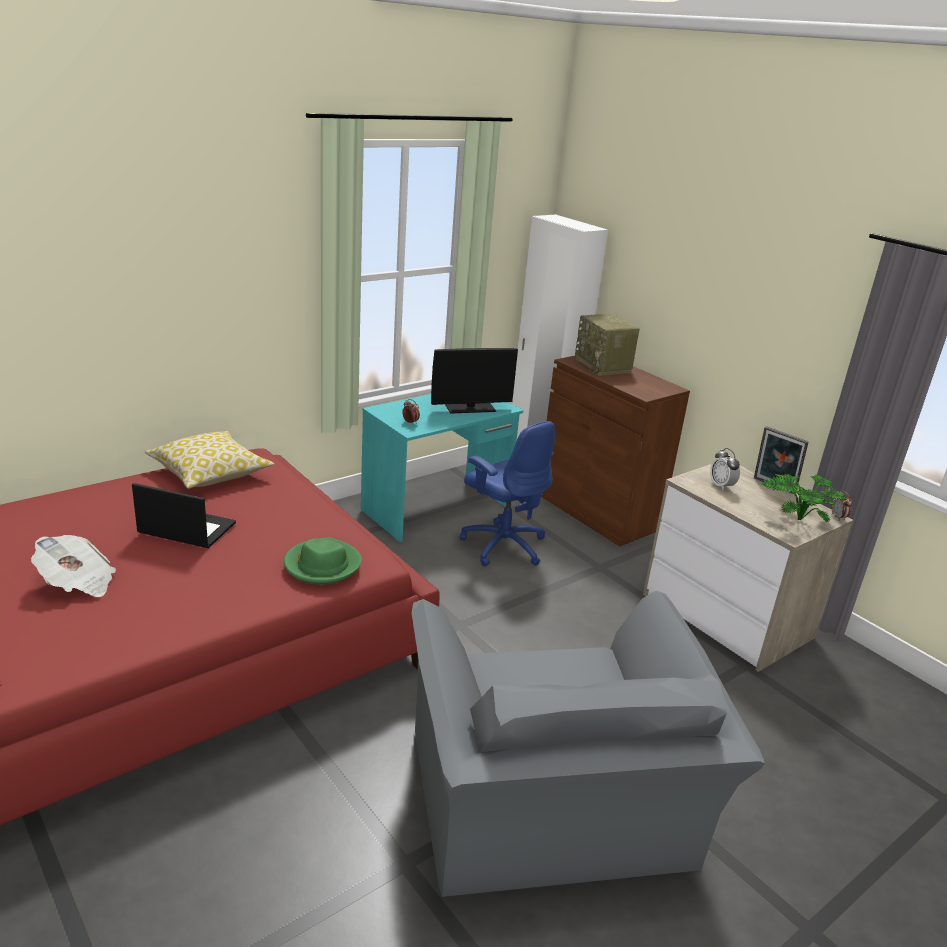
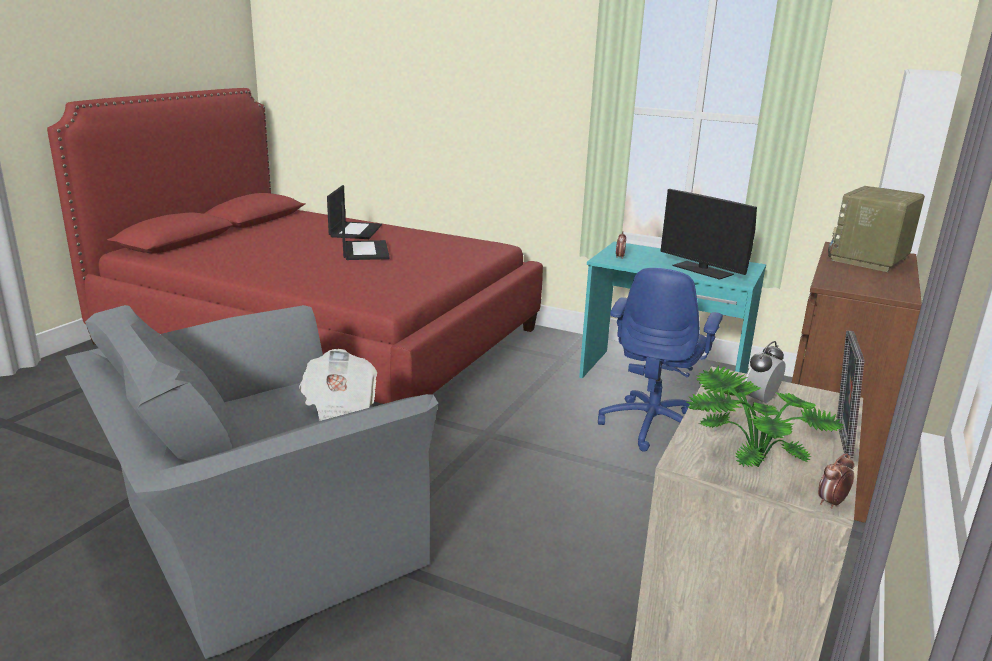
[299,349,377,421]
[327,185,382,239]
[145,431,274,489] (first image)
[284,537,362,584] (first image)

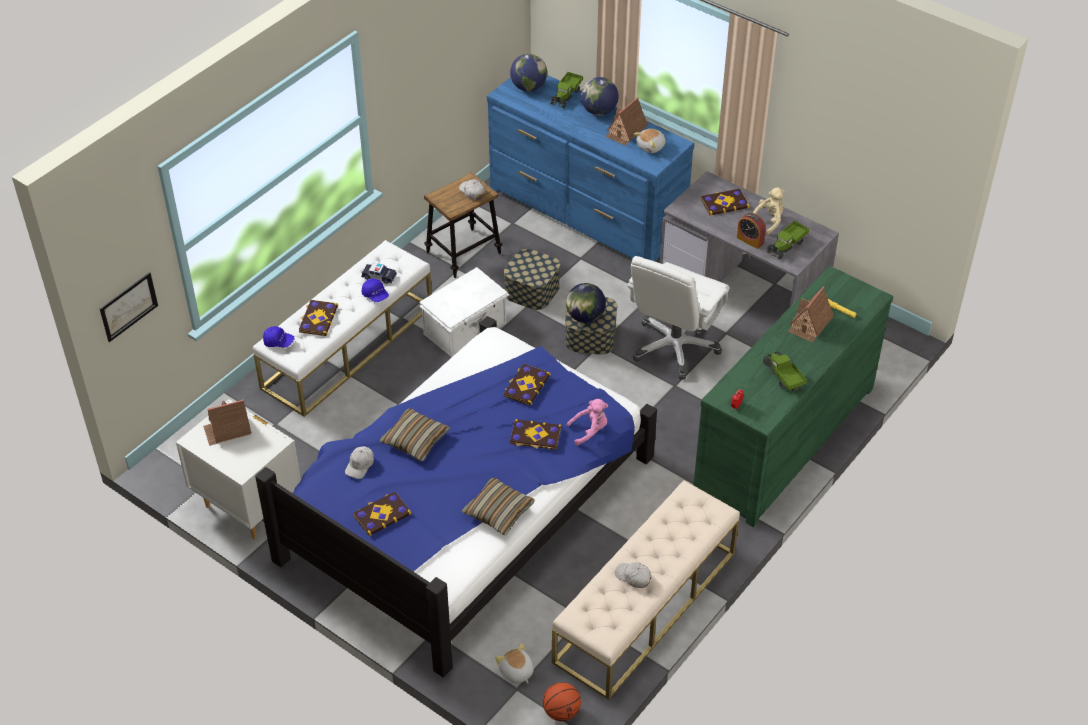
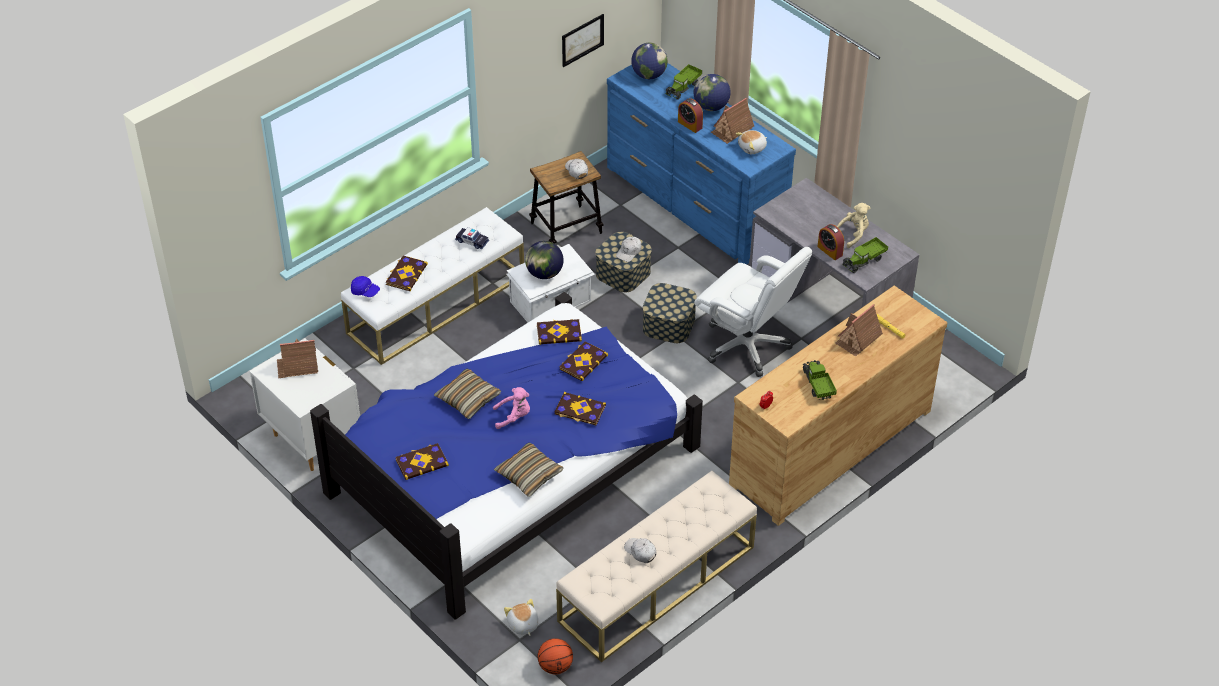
[493,387,530,429]
[525,241,564,279]
[537,319,582,345]
[562,14,604,67]
[616,237,641,262]
[678,98,703,133]
[694,247,812,377]
[729,285,947,526]
[362,279,389,302] (first image)

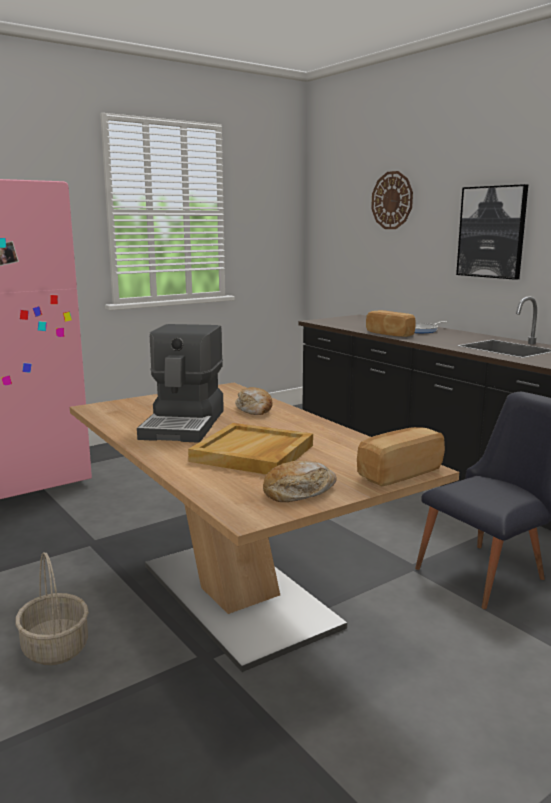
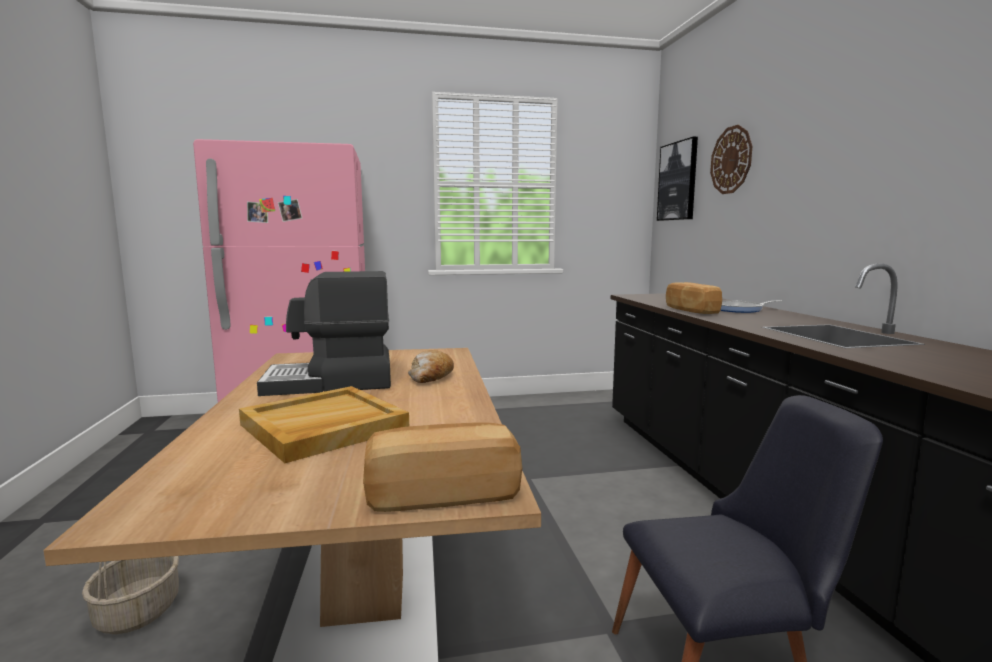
[257,271,391,396]
[657,137,698,221]
[263,461,337,502] (first image)

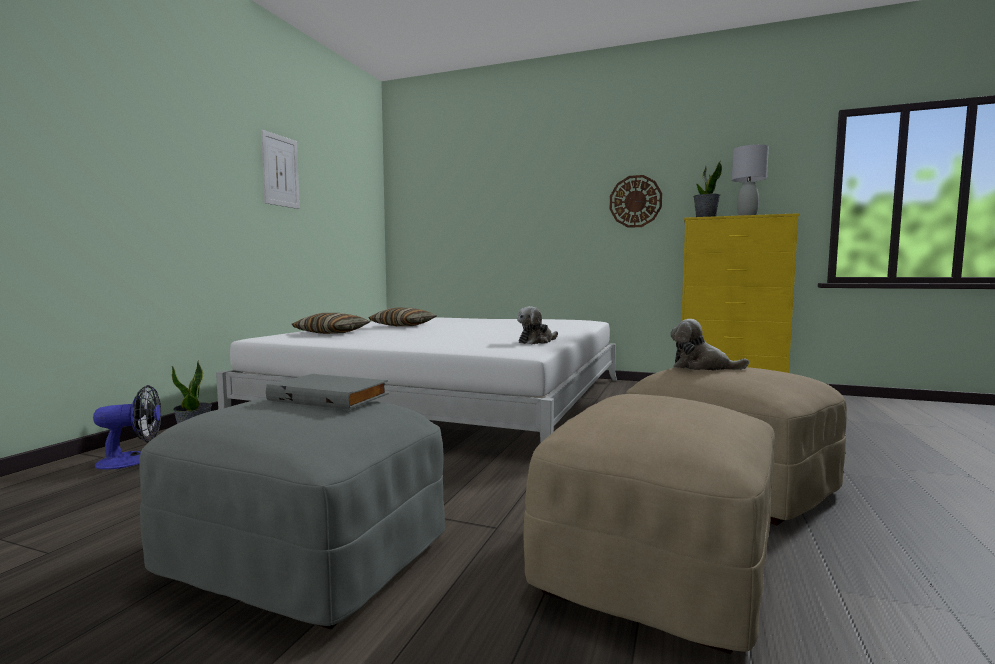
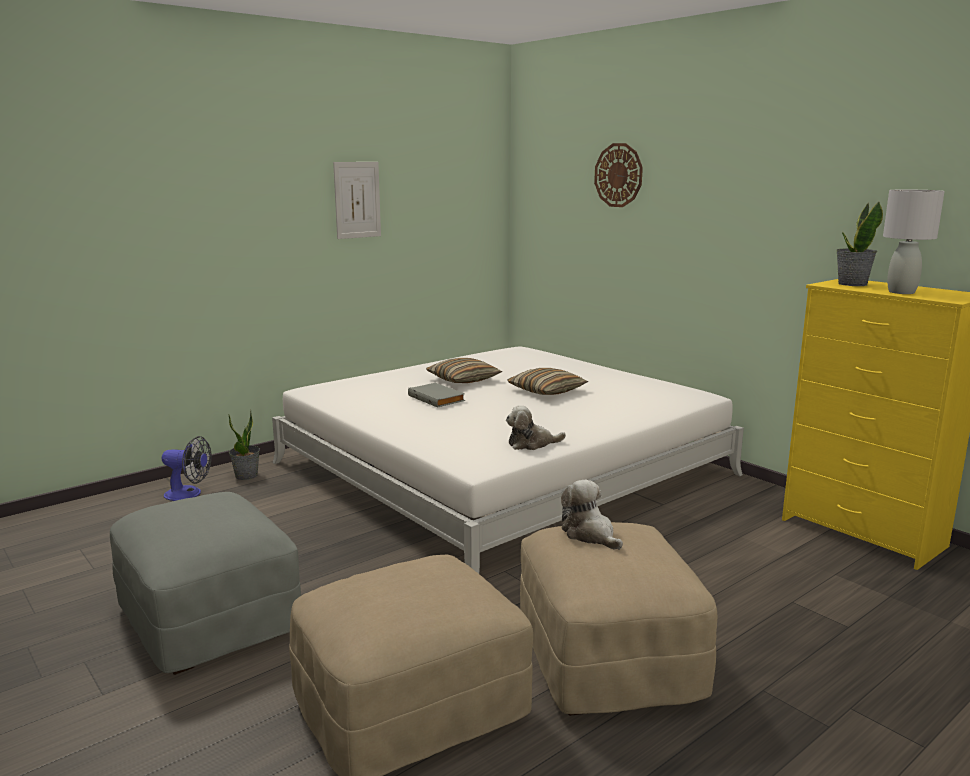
[408,383,465,408]
[507,368,588,395]
[594,143,643,207]

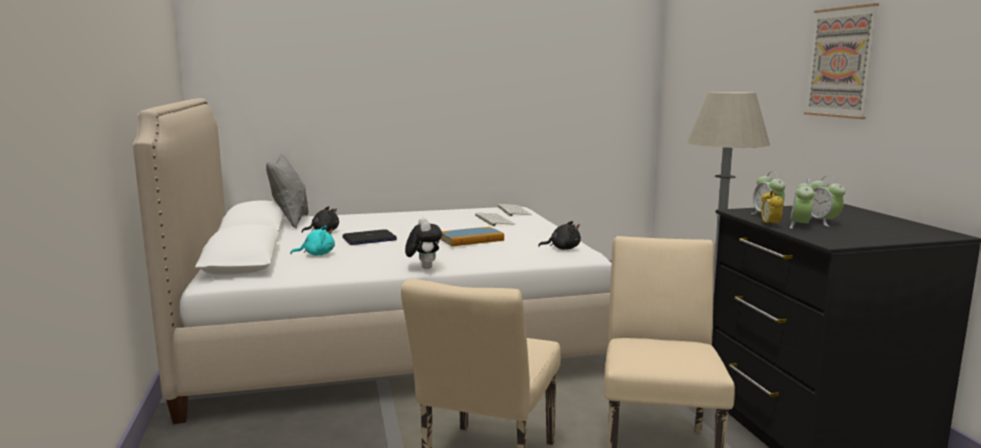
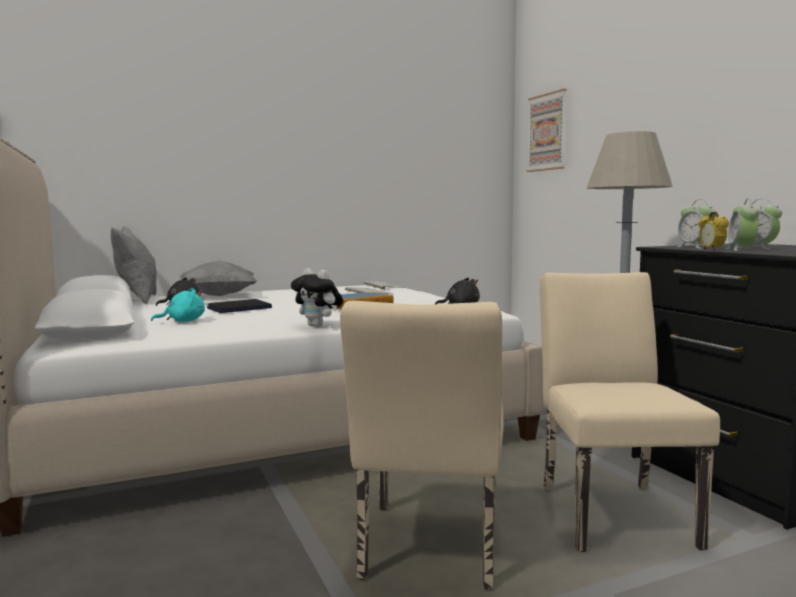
[178,260,257,296]
[291,268,343,327]
[527,89,566,172]

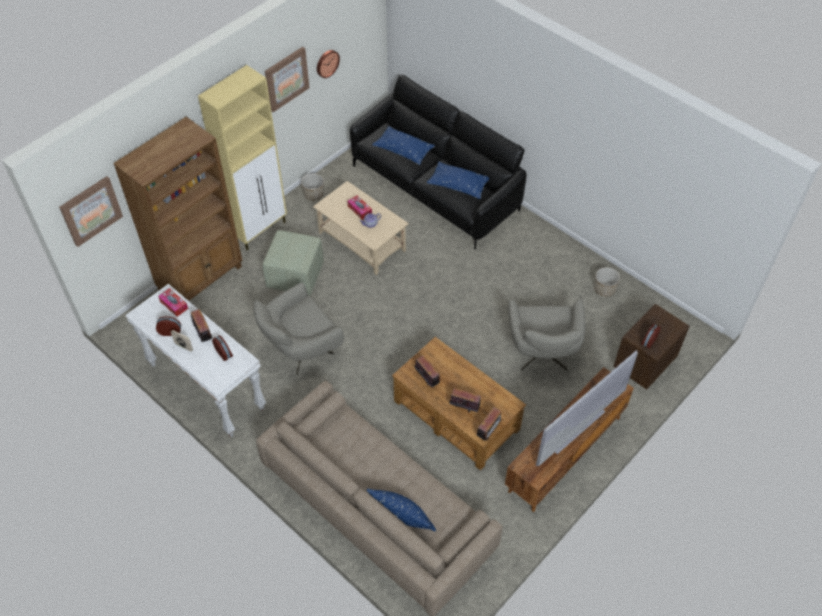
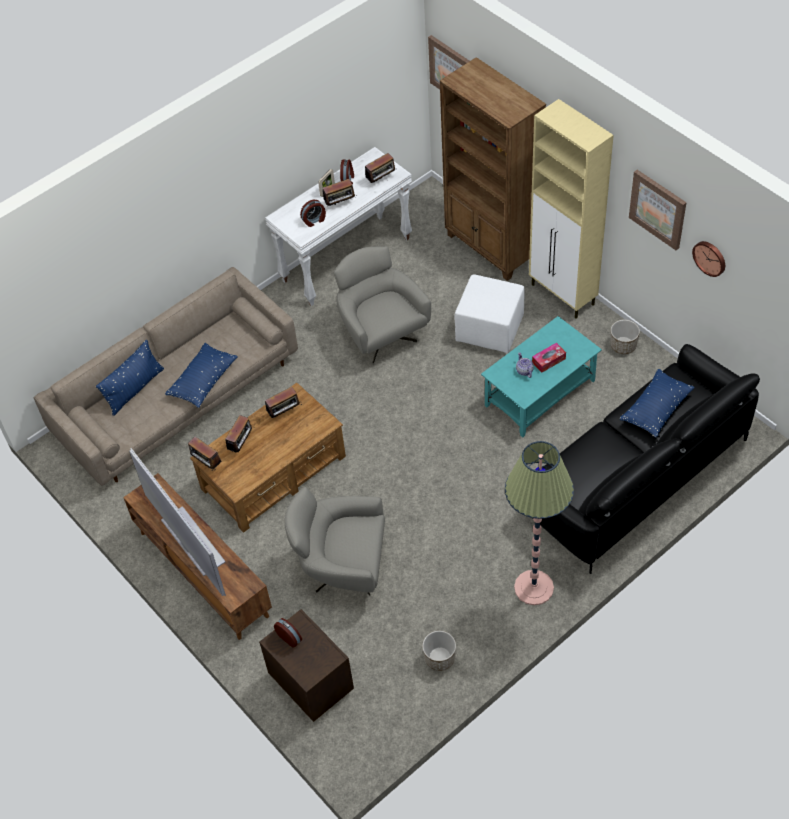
[165,343,238,408]
[365,153,397,184]
[454,274,525,353]
[481,316,602,437]
[505,441,574,605]

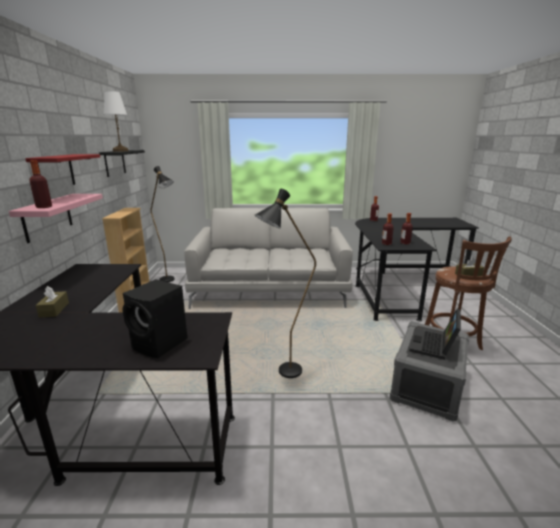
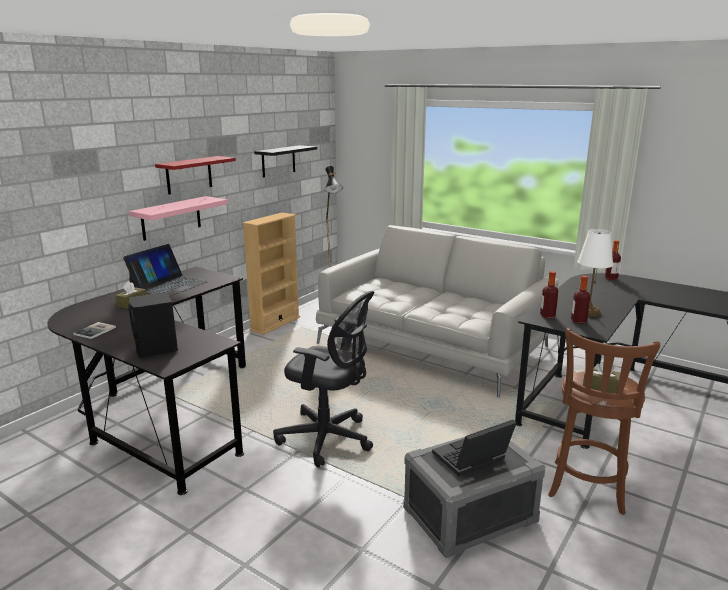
[73,322,116,339]
[123,244,208,297]
[273,291,375,468]
[578,229,613,317]
[29,160,52,208] (first image)

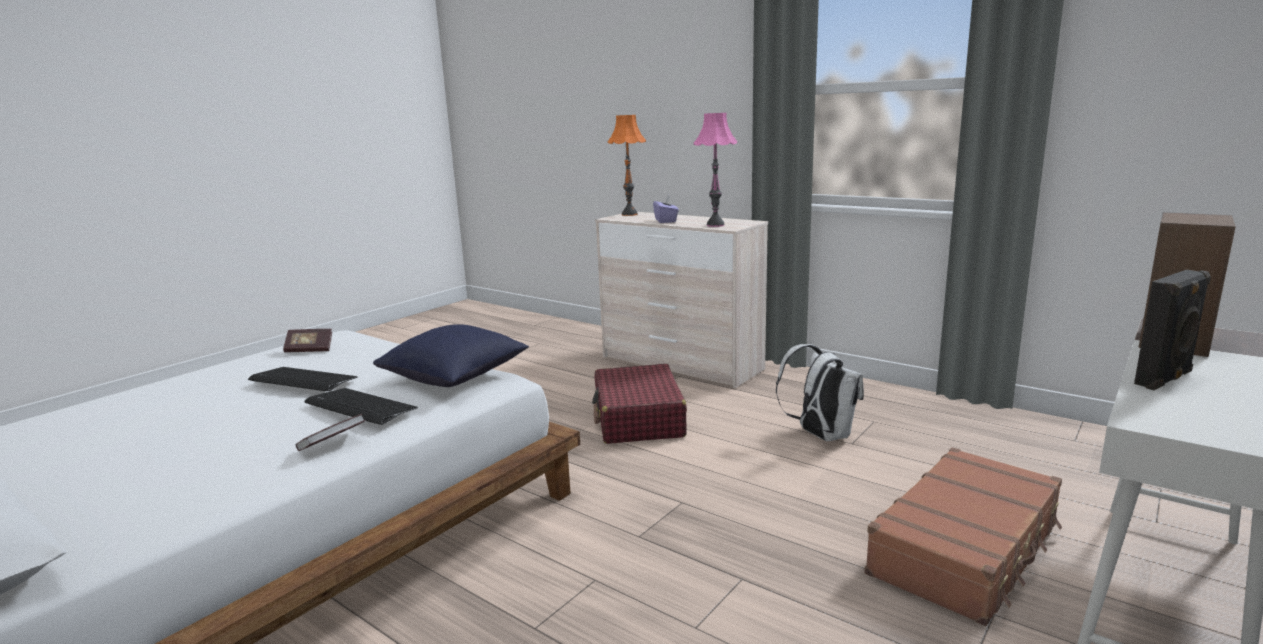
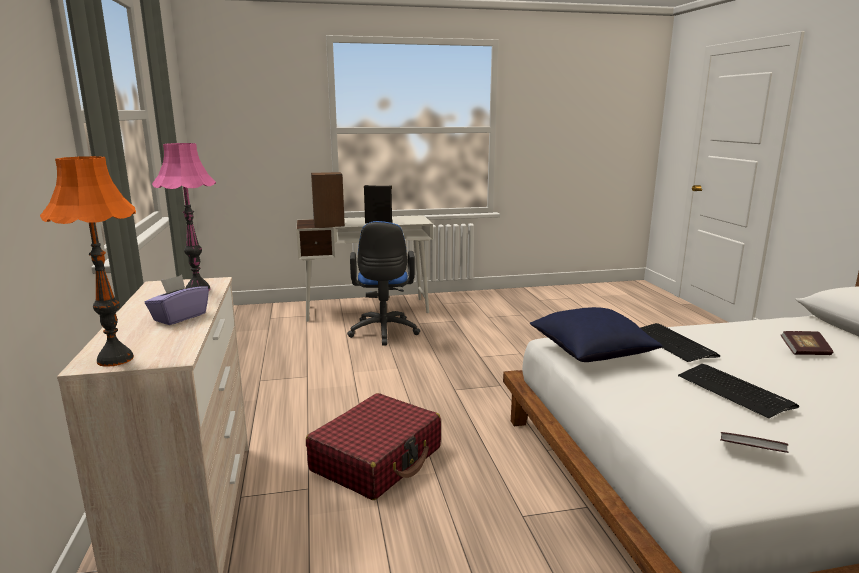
[347,221,420,346]
[781,331,833,355]
[776,344,864,441] (first image)

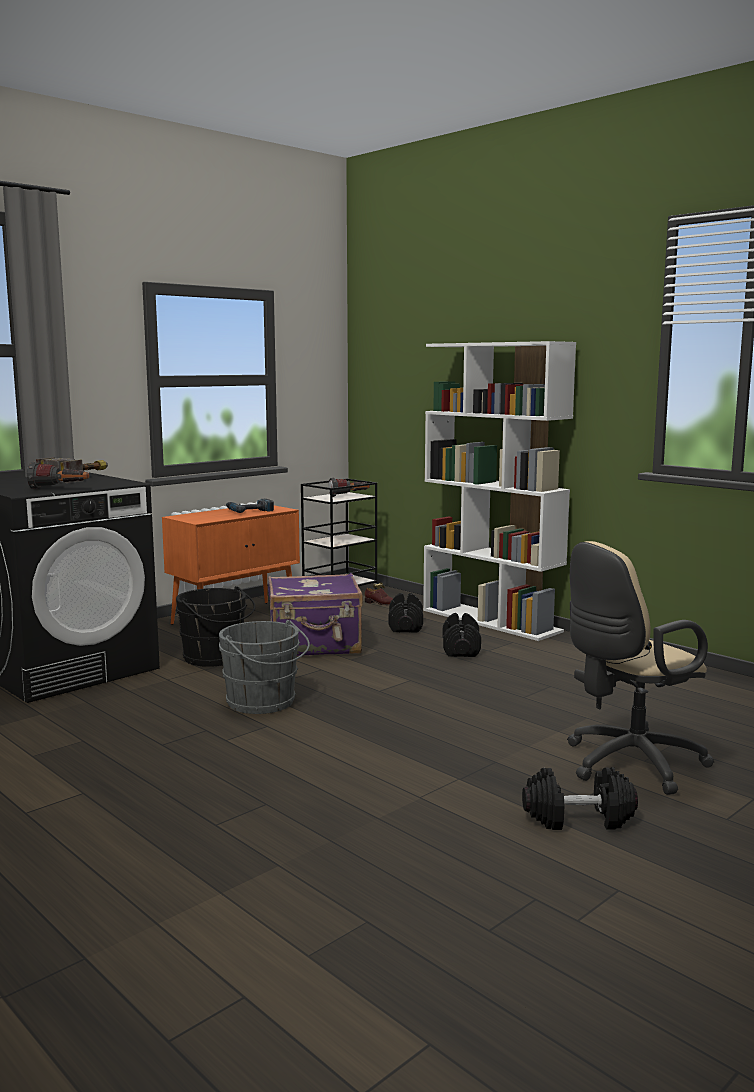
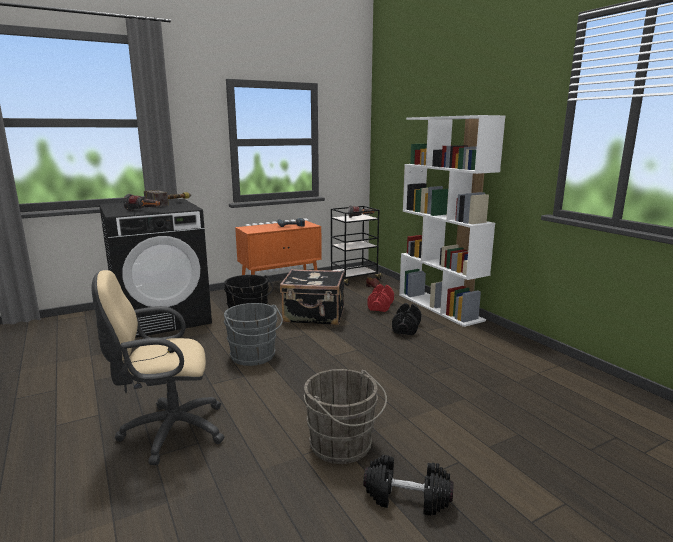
[92,270,225,465]
[280,269,345,325]
[303,369,387,464]
[368,284,394,312]

